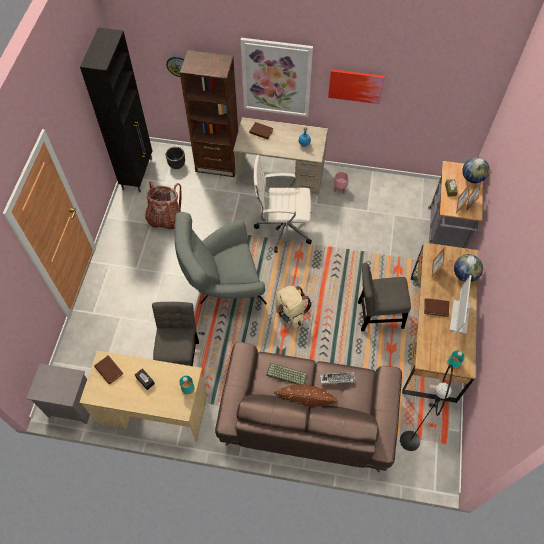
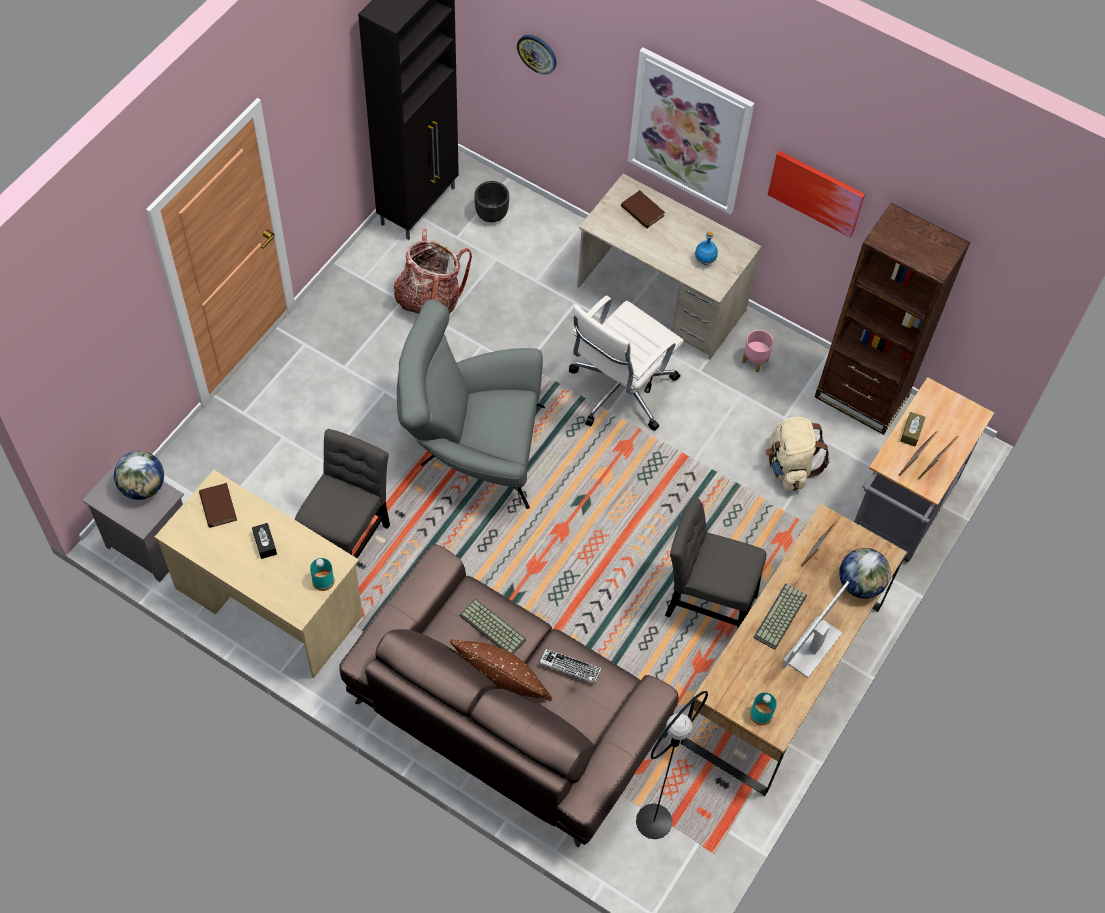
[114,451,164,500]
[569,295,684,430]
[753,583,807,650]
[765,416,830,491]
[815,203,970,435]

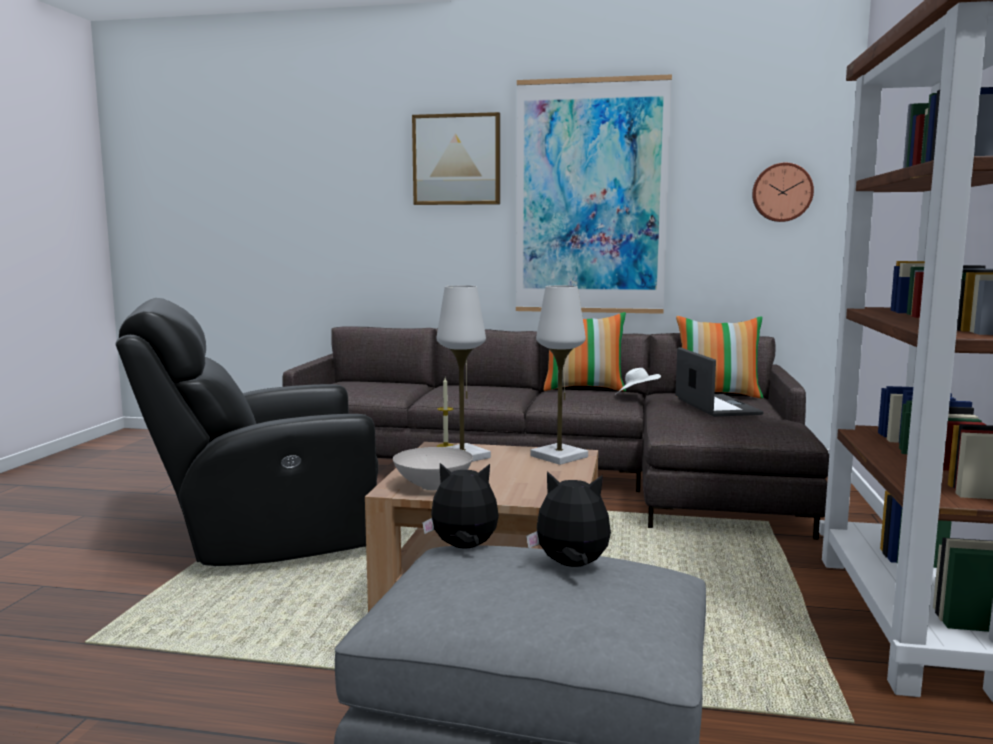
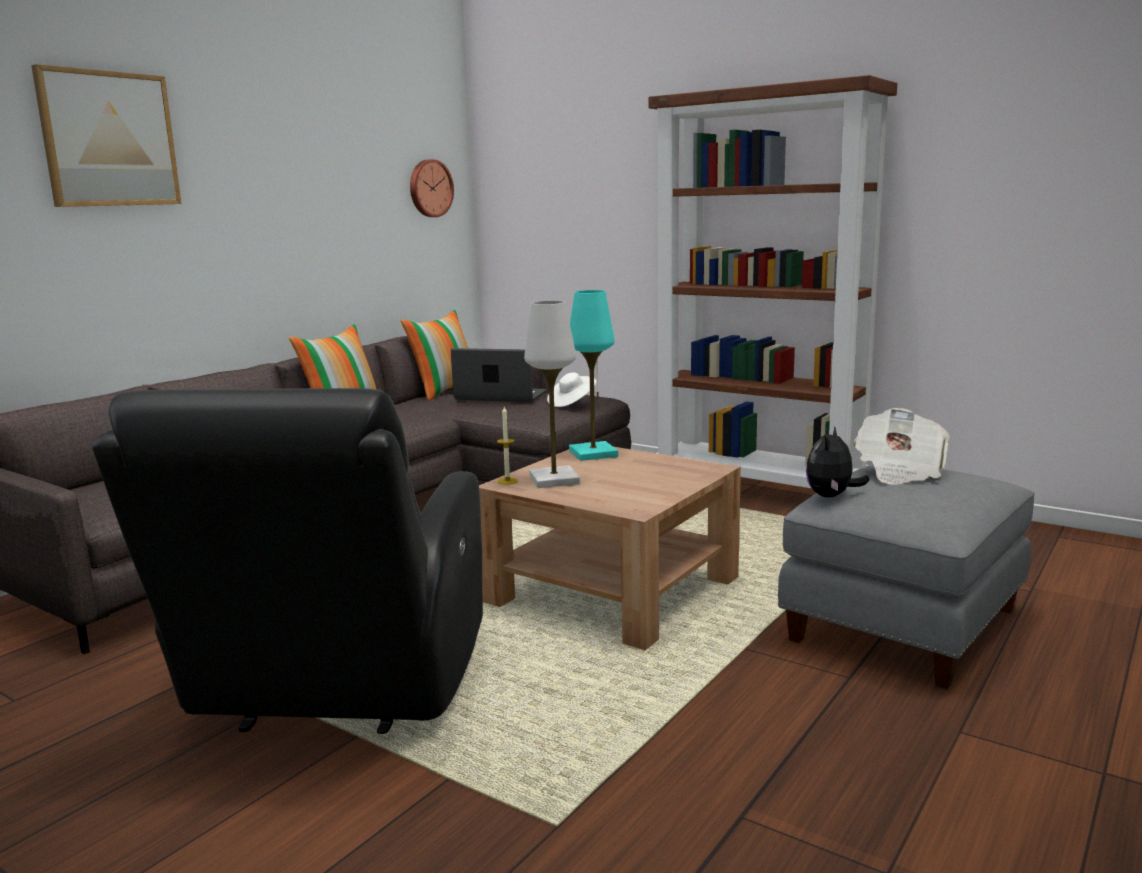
[547,373,596,407]
[569,290,618,461]
[853,408,950,485]
[393,447,473,490] (first image)
[516,74,672,314] (first image)

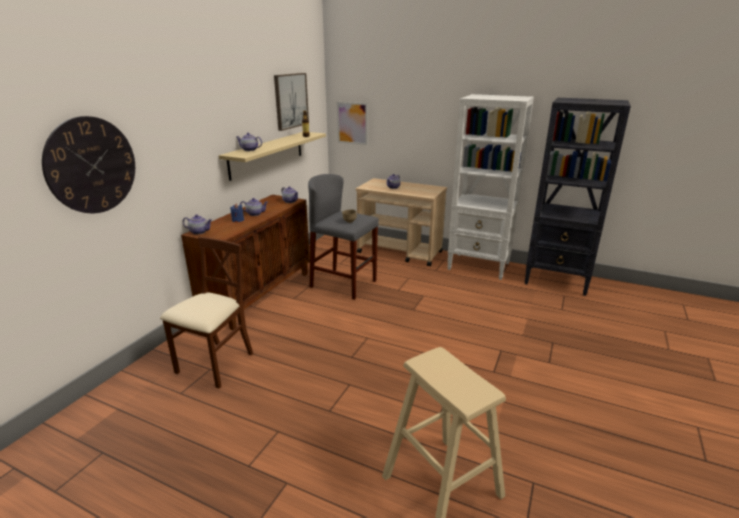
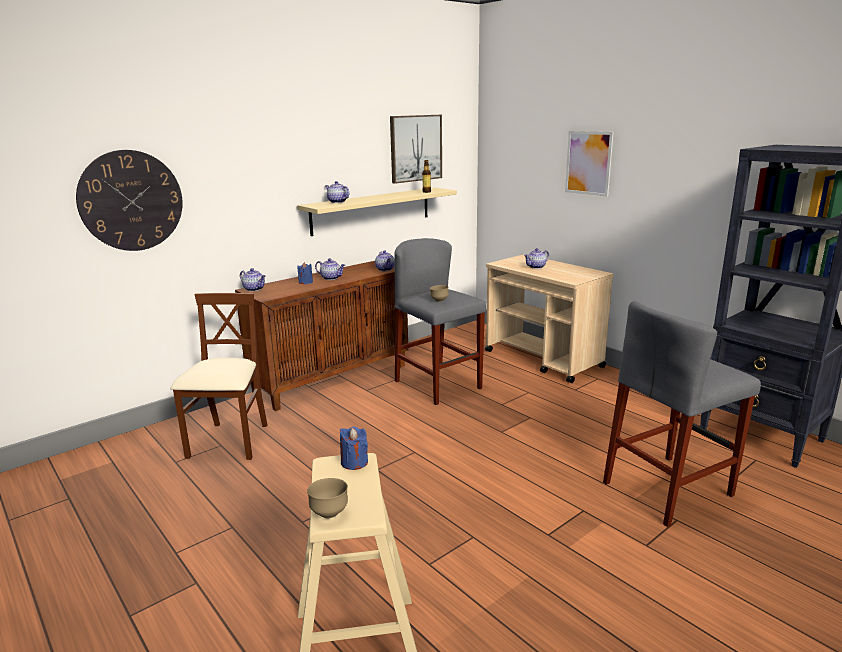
[170,293,267,460]
[307,478,348,518]
[340,427,368,470]
[565,131,614,197]
[603,301,761,527]
[447,94,534,280] (first image)

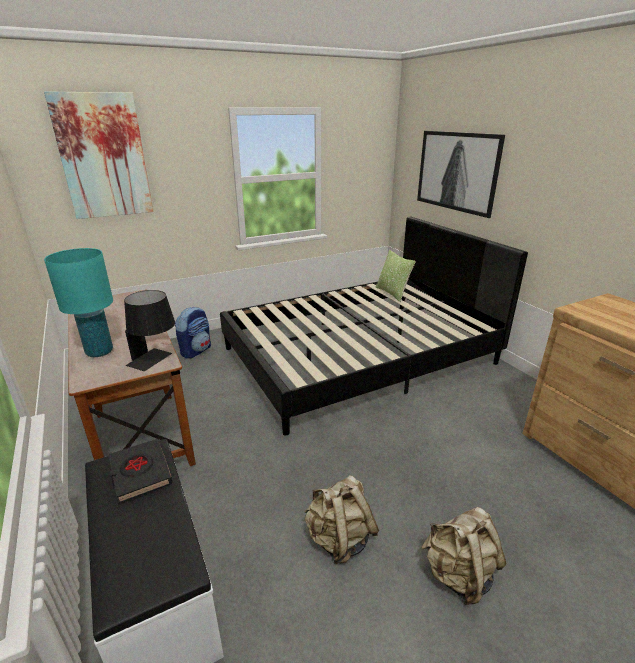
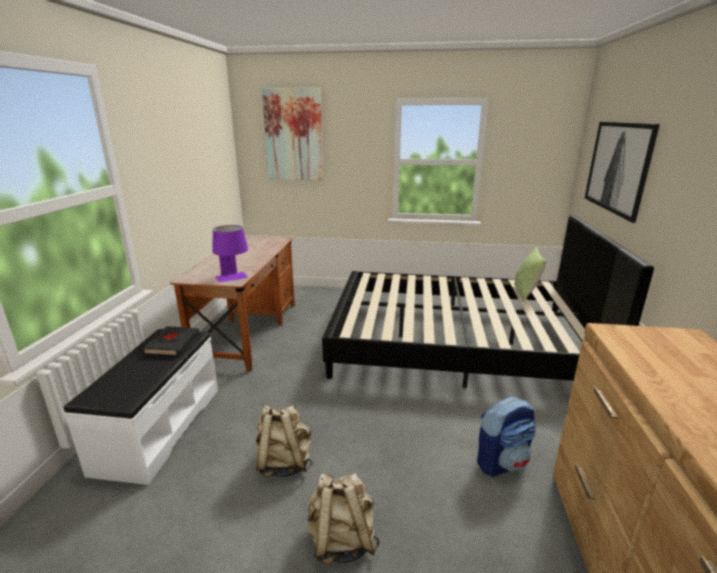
[212,225,248,283]
[477,397,536,476]
[44,248,113,357] (first image)

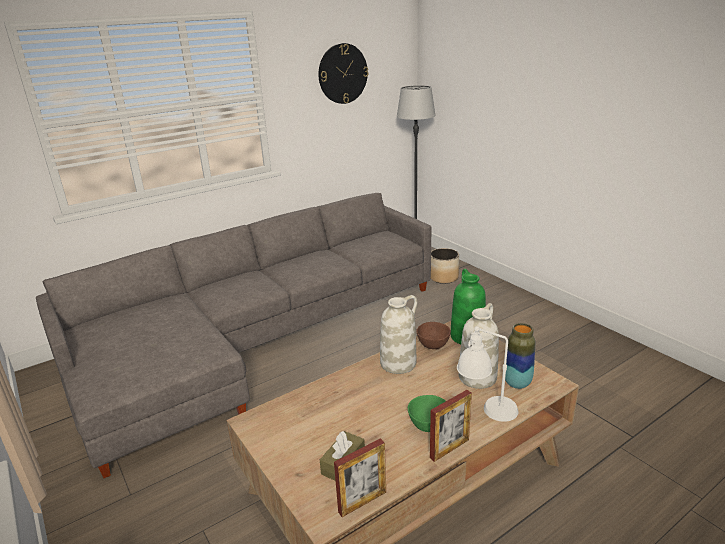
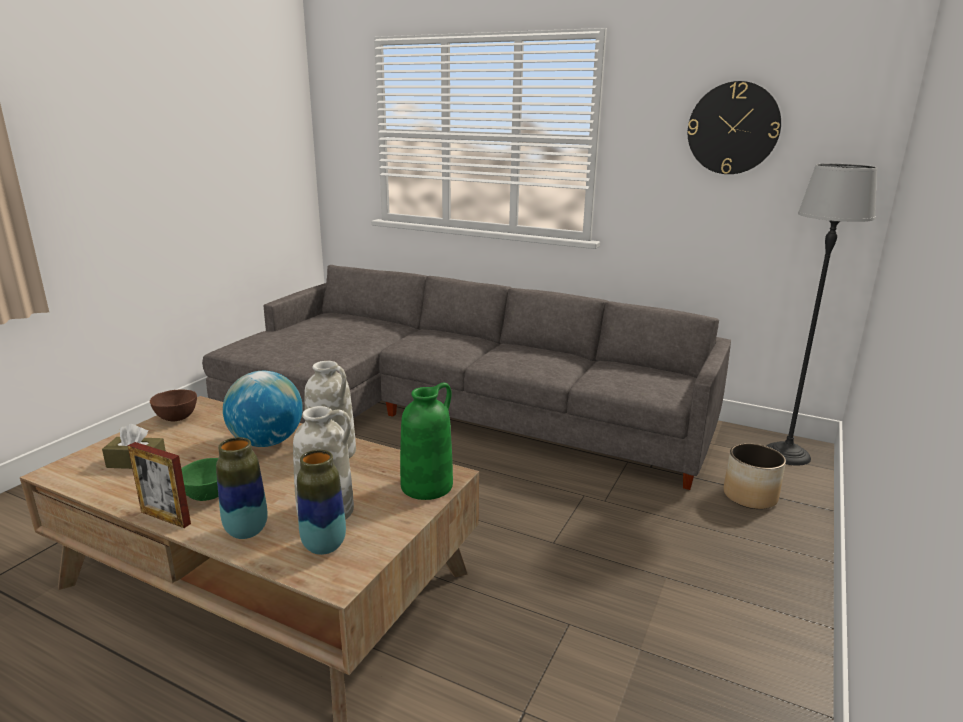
[150,390,197,421]
[216,437,268,539]
[223,371,303,447]
[334,438,386,517] (first image)

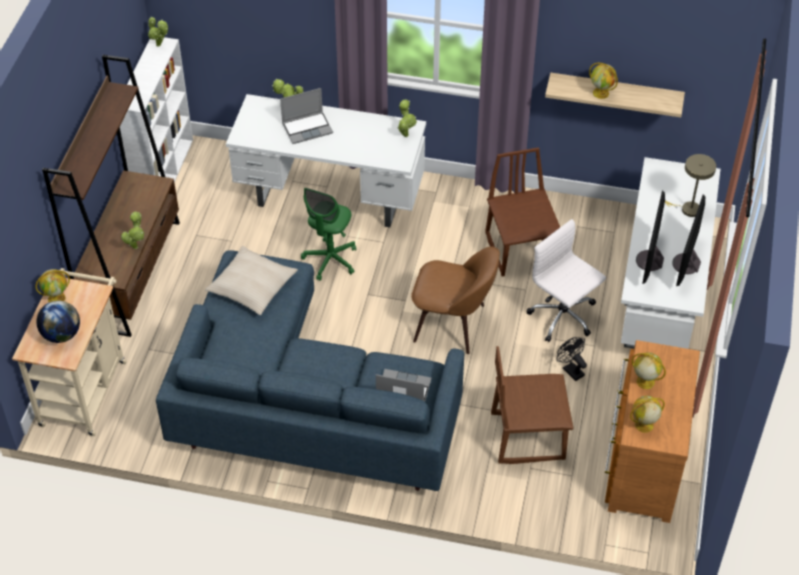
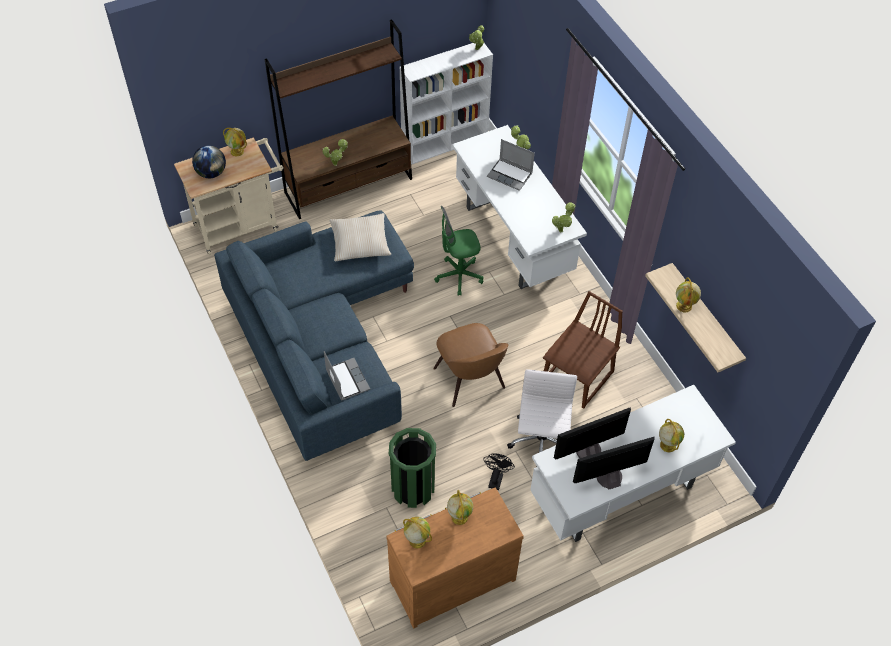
[389,428,436,508]
[659,419,684,452]

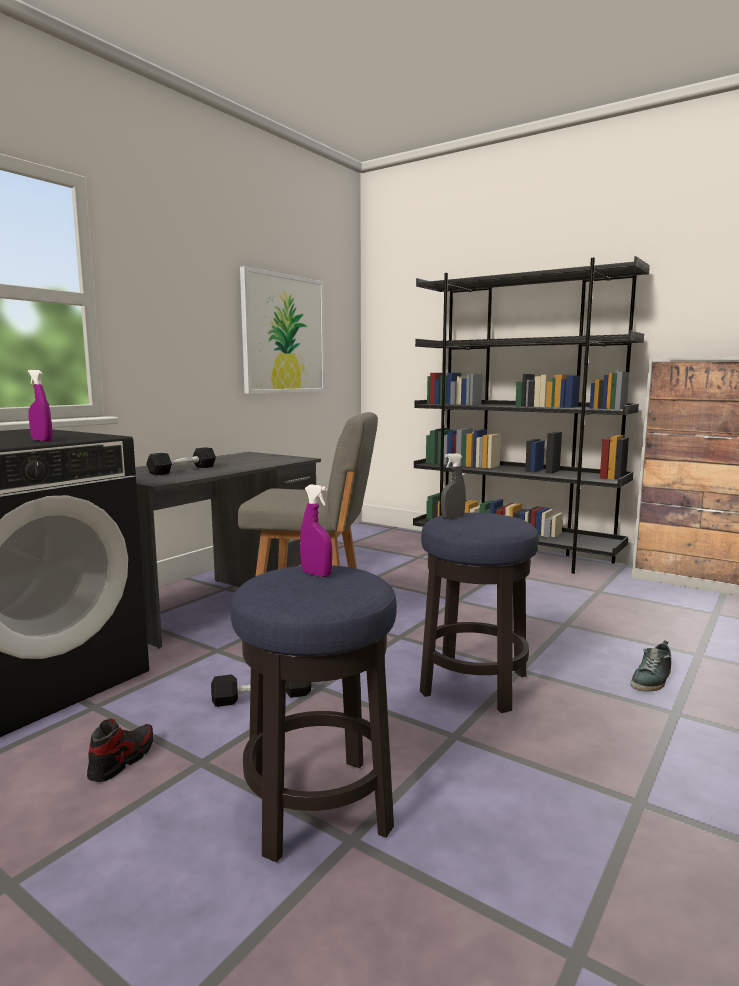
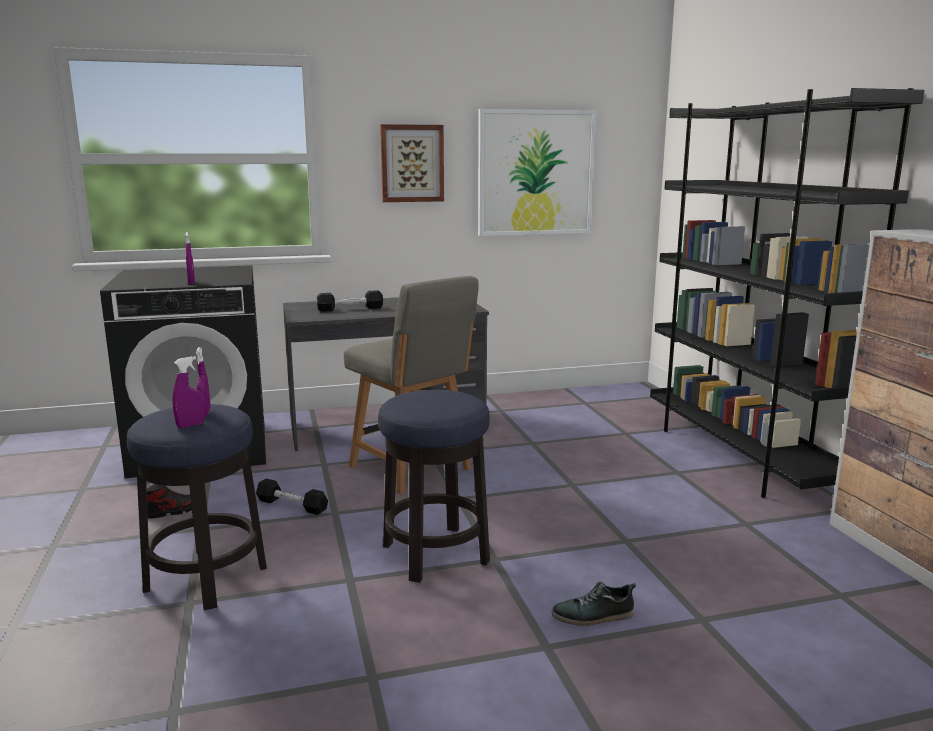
[172,356,205,428]
[380,124,444,202]
[441,453,466,519] (first image)

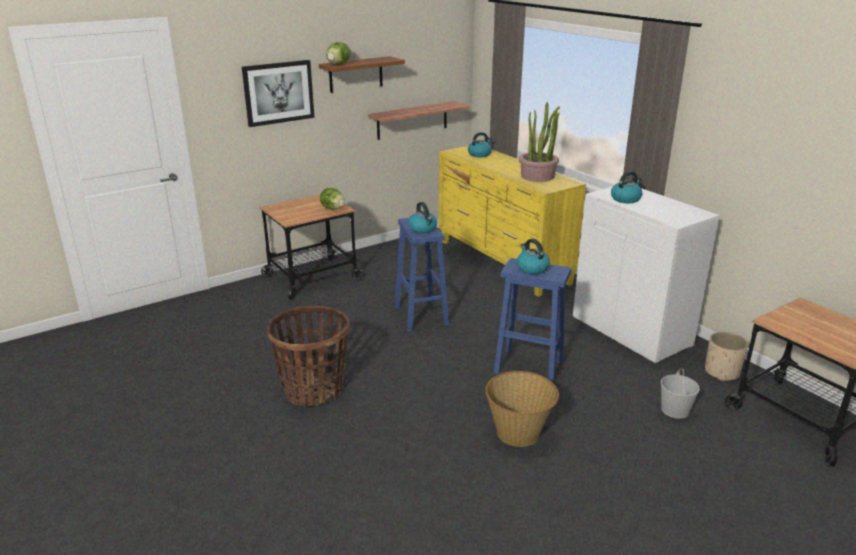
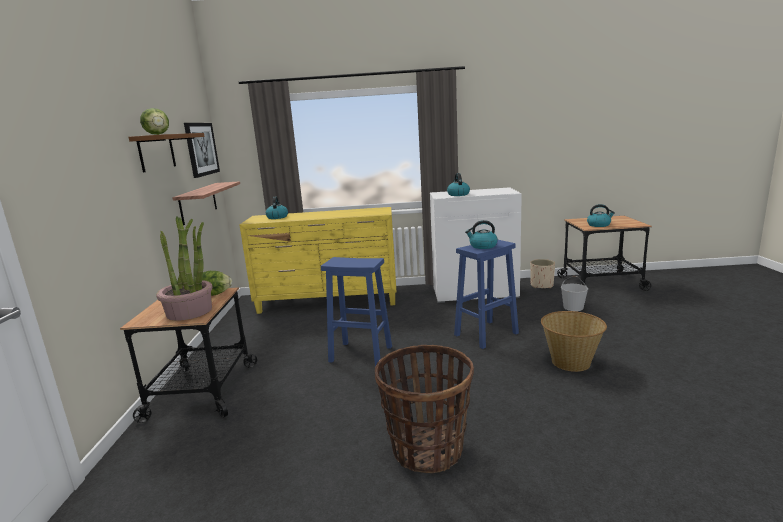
[156,217,212,321]
[184,123,220,178]
[587,204,615,227]

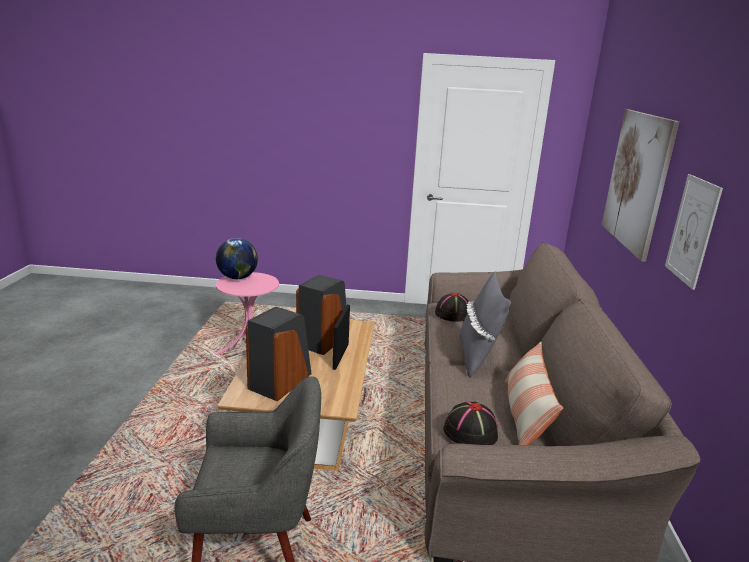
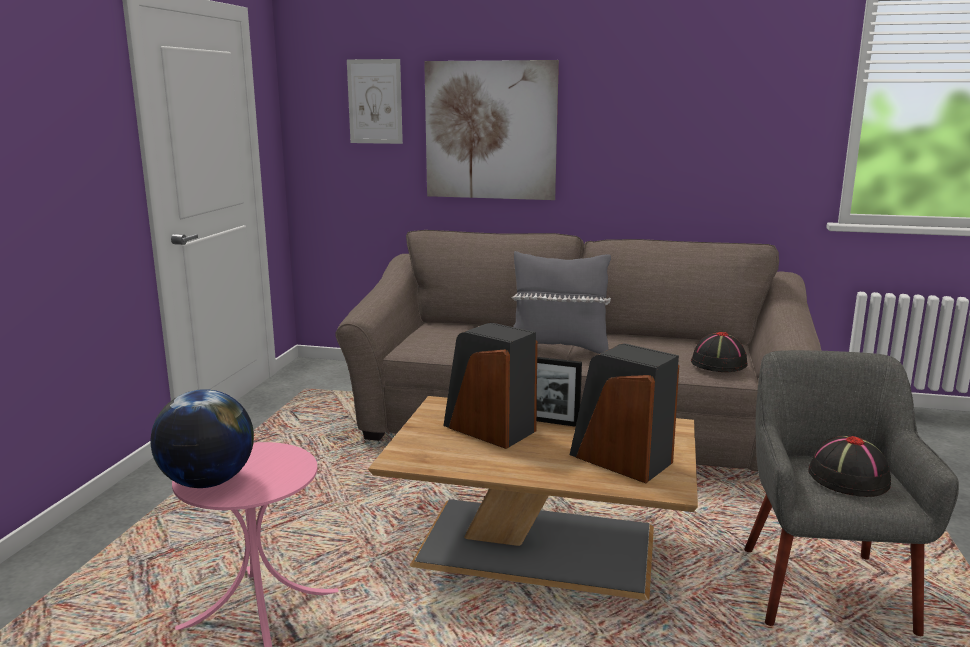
[347,59,403,144]
[808,435,891,497]
[505,342,563,445] (first image)

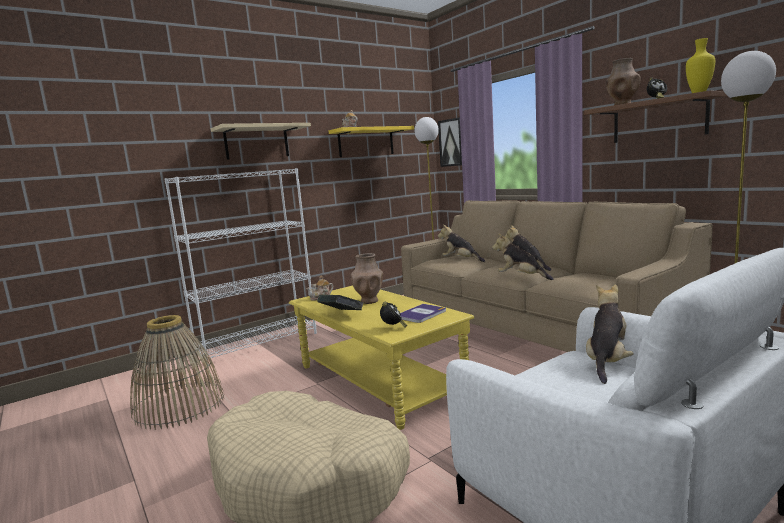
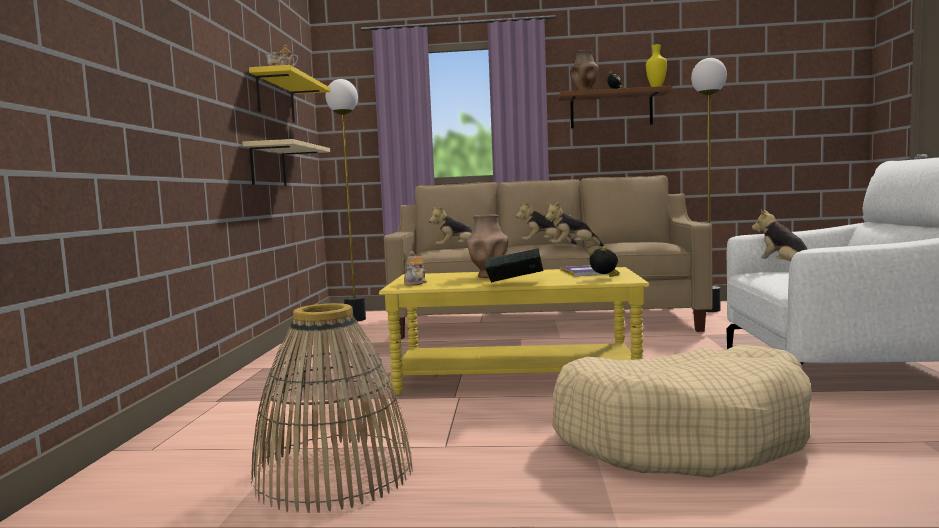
[242,139,330,186]
[164,168,317,364] (first image)
[438,117,462,167] (first image)

